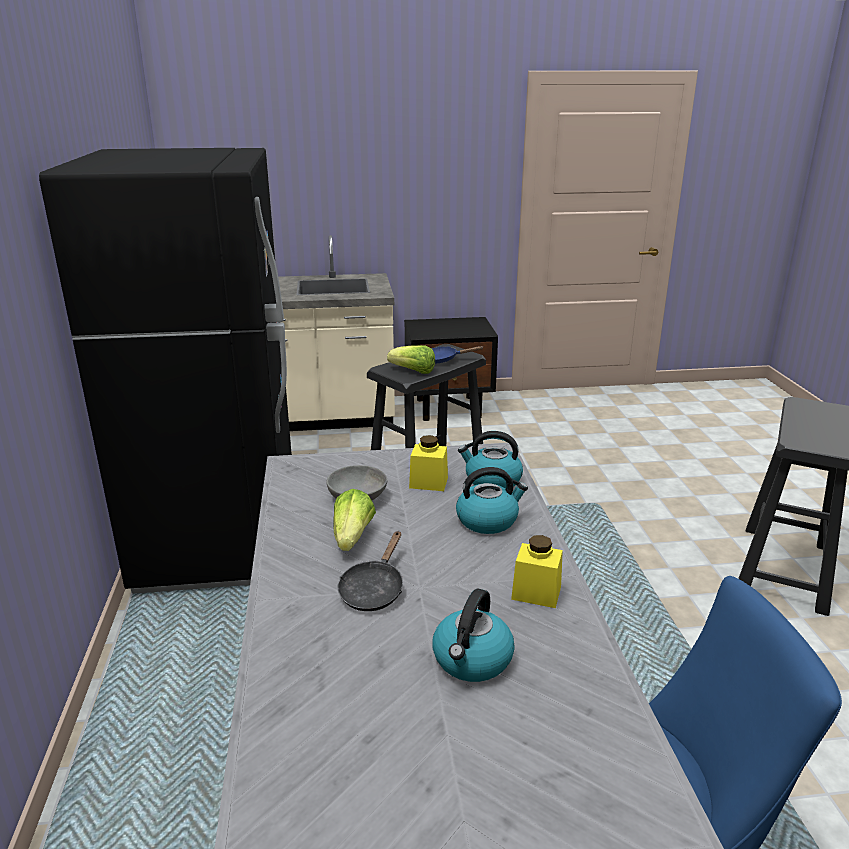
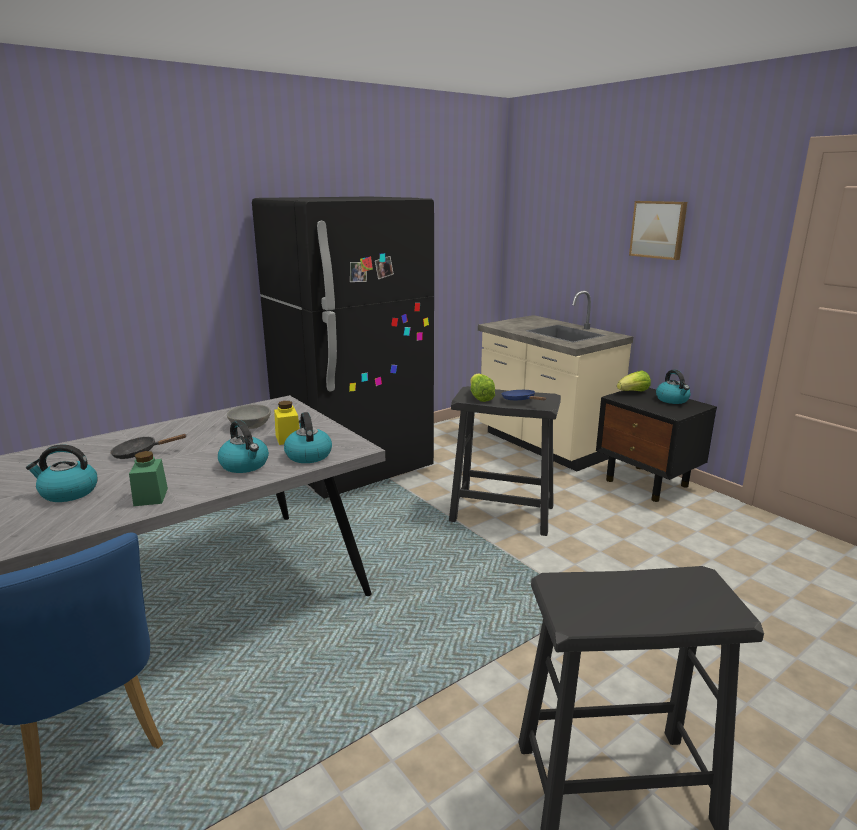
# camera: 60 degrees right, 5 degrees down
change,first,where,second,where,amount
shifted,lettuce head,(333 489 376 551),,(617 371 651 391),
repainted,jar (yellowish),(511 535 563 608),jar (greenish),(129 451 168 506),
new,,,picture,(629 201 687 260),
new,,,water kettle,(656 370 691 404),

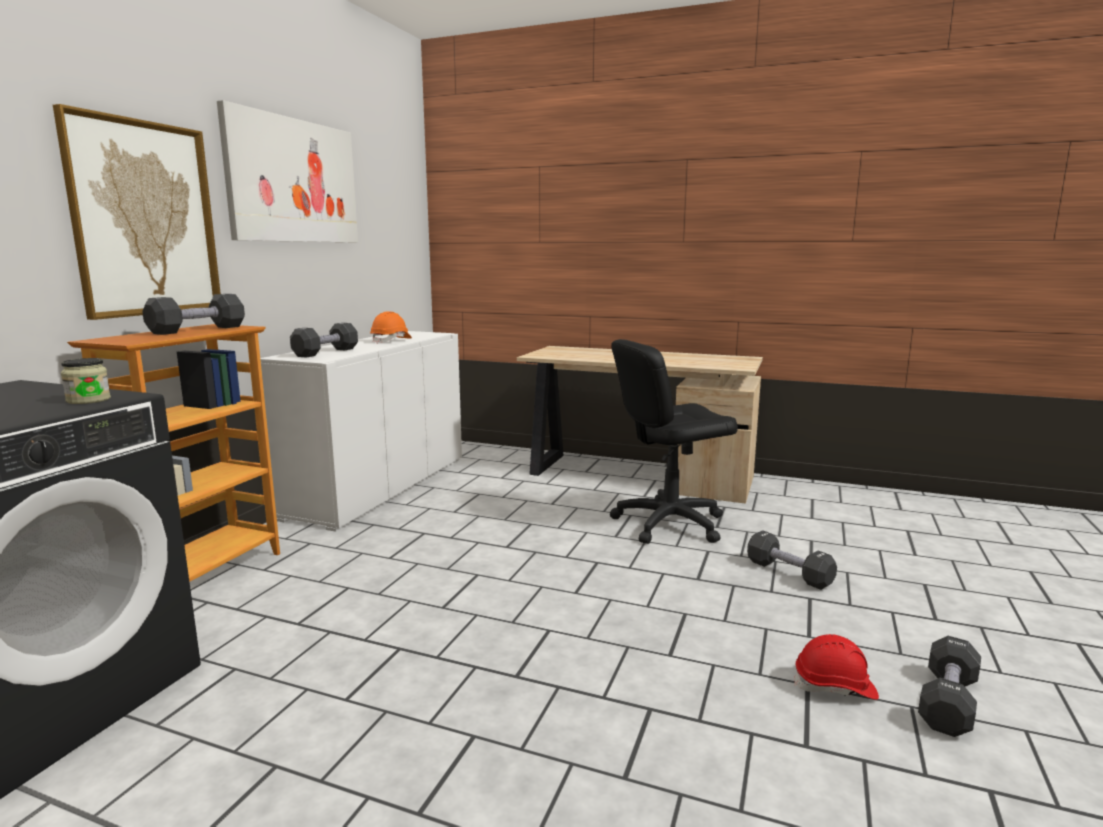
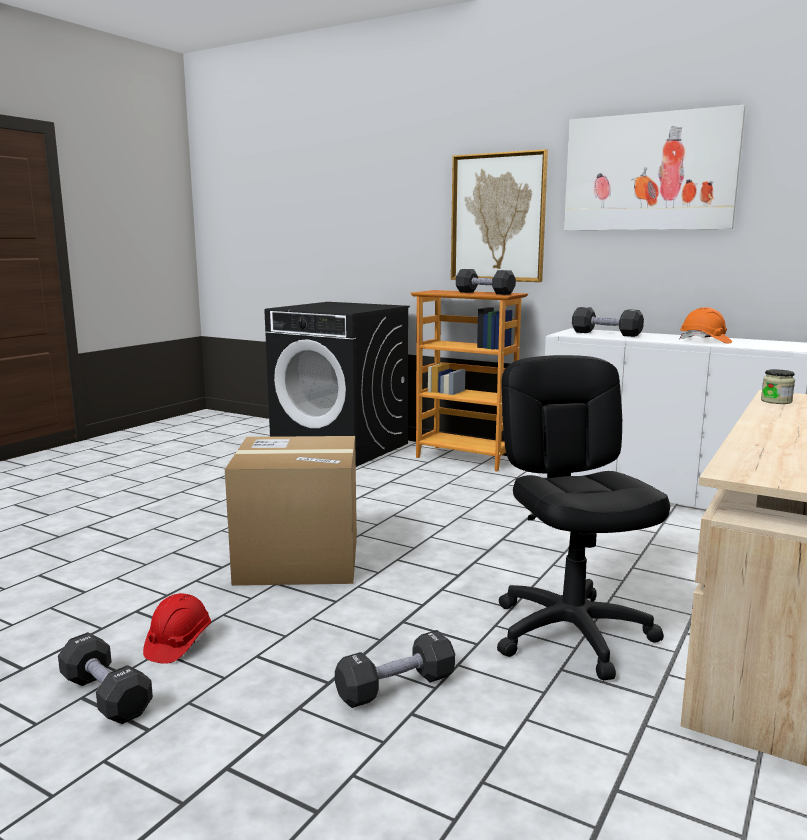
# camera: 100 degrees right, 0 degrees up
change,first,where,second,where,amount
shifted,jar,(61 358 111 404),,(761 369 795 404),
new,,,packing box,(225 436 357 586),

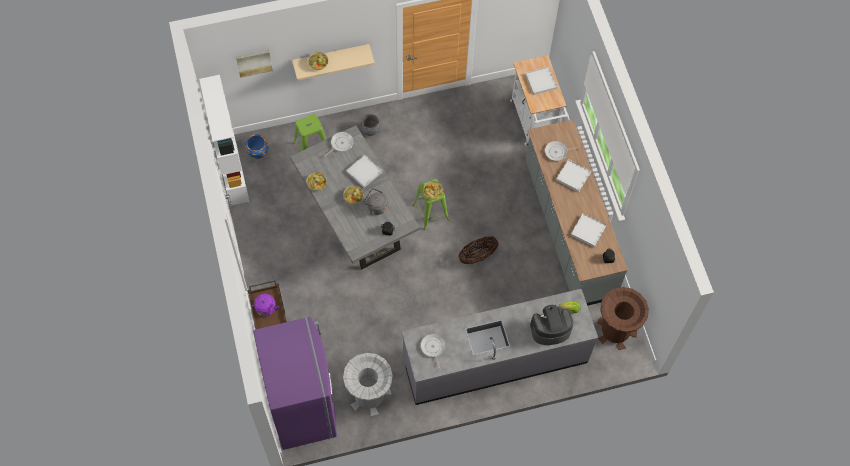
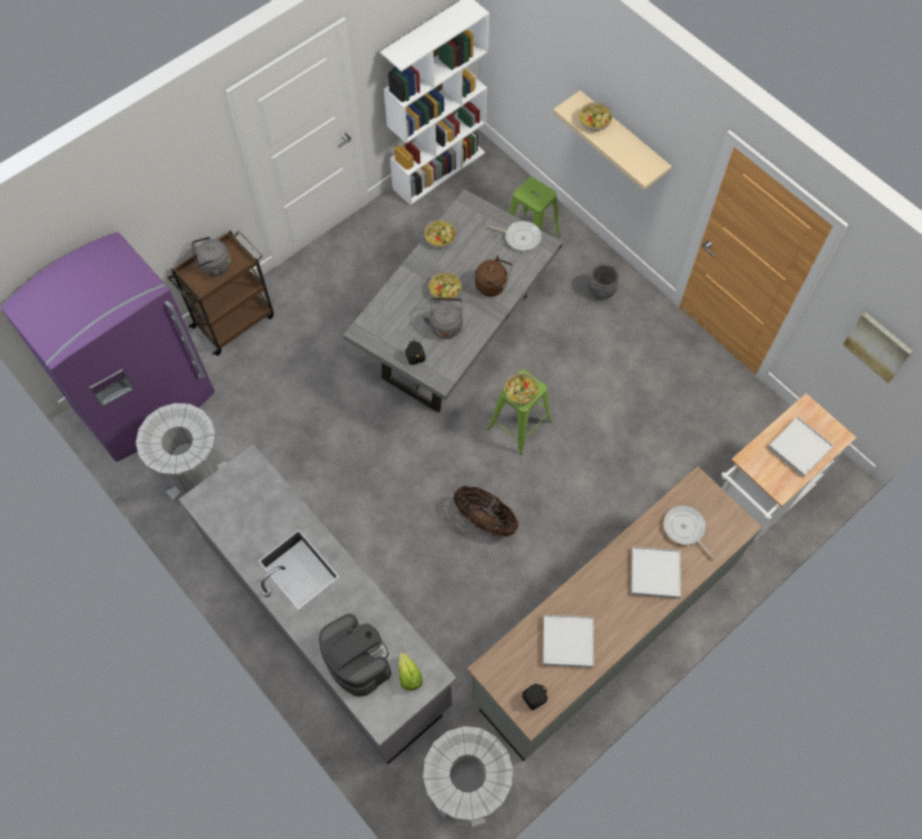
# camera: 65 degrees right, 0 degrees up
change,first,where,second,where,amount
shifted,picture,(236 50 273 78),,(843 312 913 383),
gone,flower pot (bluish),(245 134 268 159),,,
repainted,water kettle (purple),(252 294 279 317),water kettle (gray),(192 237 231 276),
swapped,tray (white-coloured),(346 155 383 188),water kettle (brown),(475 256 513 296),
gone,frying pan,(421 334 445 370),,,
repainted,waste bin (brown),(597 287 649 350),waste bin (gray),(423 726 513 827),

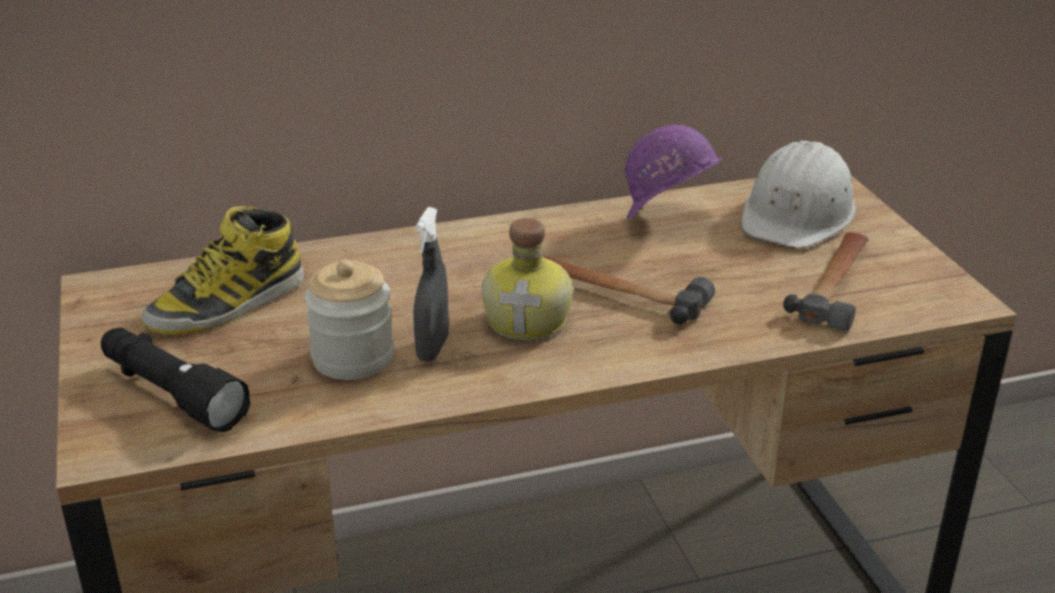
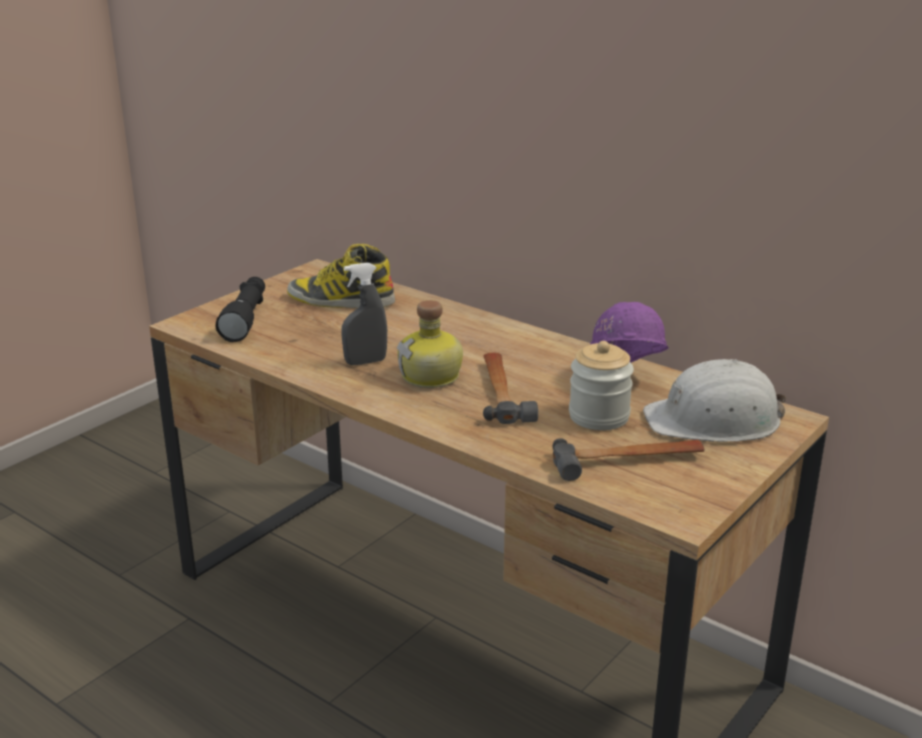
# camera: 55 degrees right, 5 degrees down
change,first,where,second,where,amount
shifted,jar,(304 260 394 380),,(569 341 634 430),

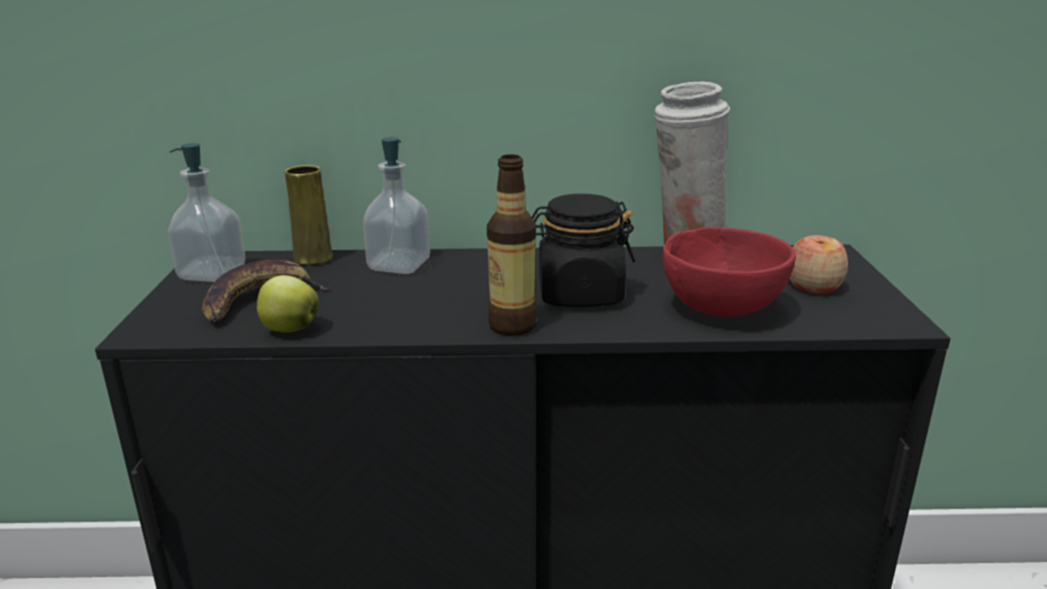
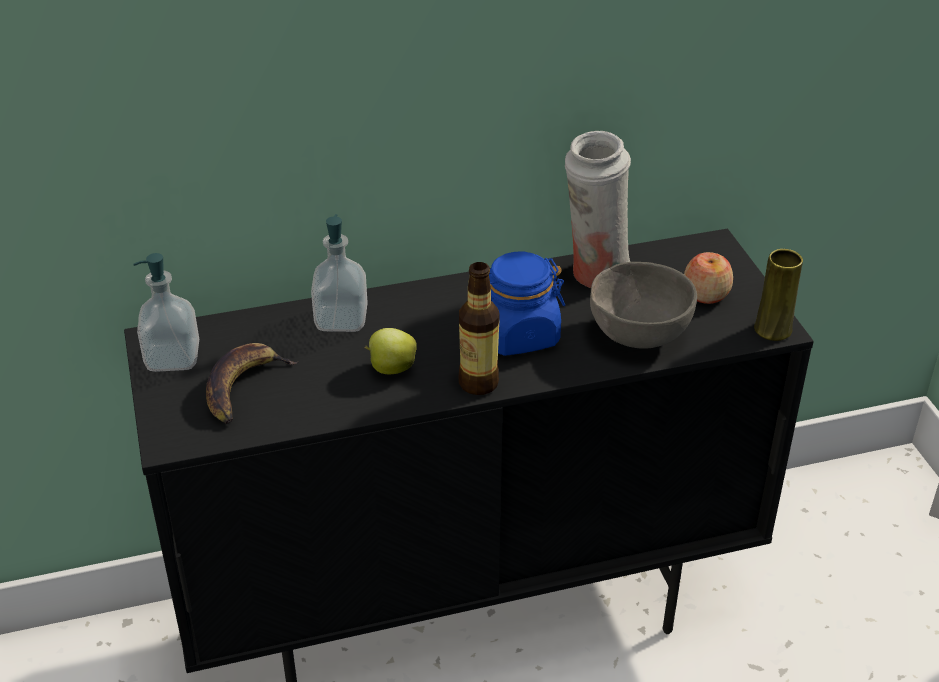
# camera: 15 degrees left, 15 degrees up
change,first,where,second,where,amount
shifted,apple fruit,(257 275 319 332),,(365 328 417 375),
shifted,flower vase (yellowish),(285 165 333 266),,(754 249 803 341),
repainted,jar (black),(532 194 635 307),jar (bluish),(489 252 565 356),
repainted,bowl (red),(662 227 796 317),bowl (gray),(590 262 697 349),

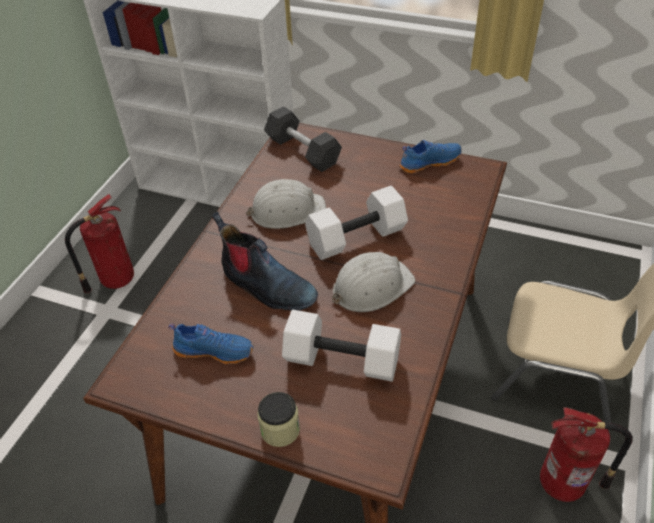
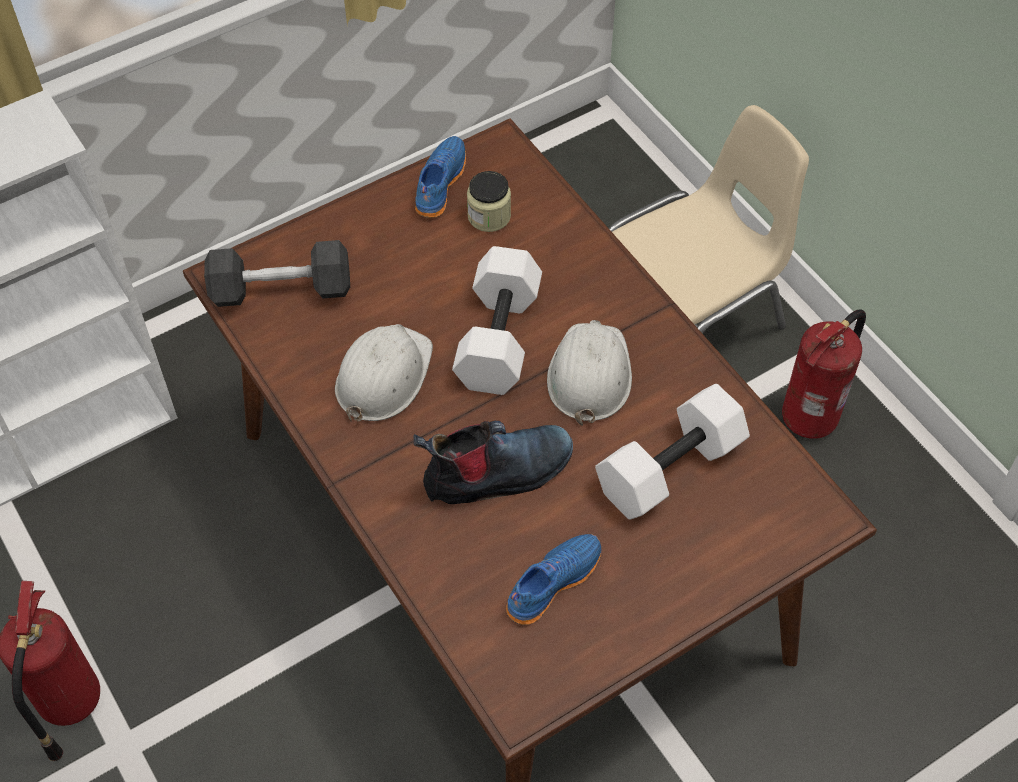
# camera: 55 degrees left, 10 degrees up
change,first,where,second,where,amount
shifted,jar,(257 392 300 447),,(467 171 511 232),

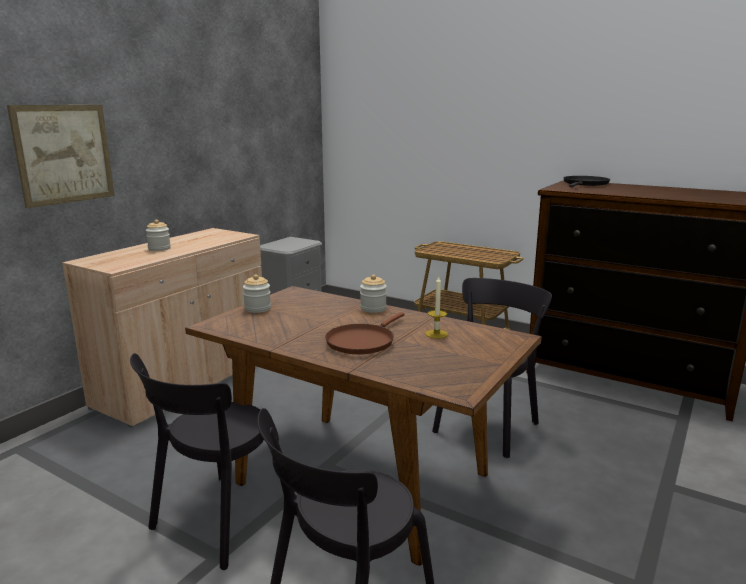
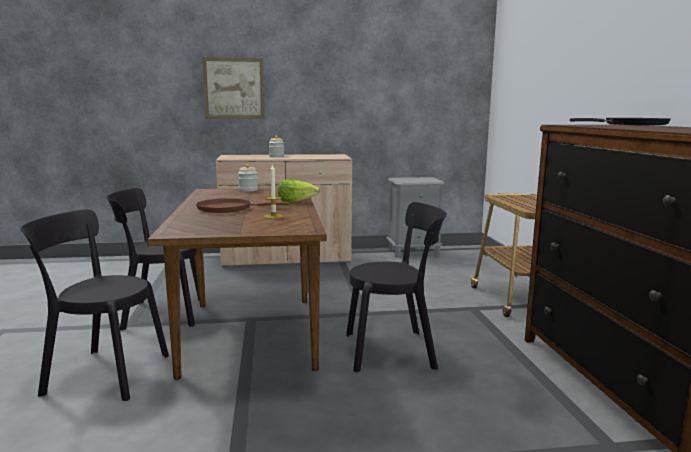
# camera: 50 degrees right, 5 degrees down
change,first,where,second,where,amount
swapped,jar,(360 274 387 313),lettuce head,(278 179 320 203),

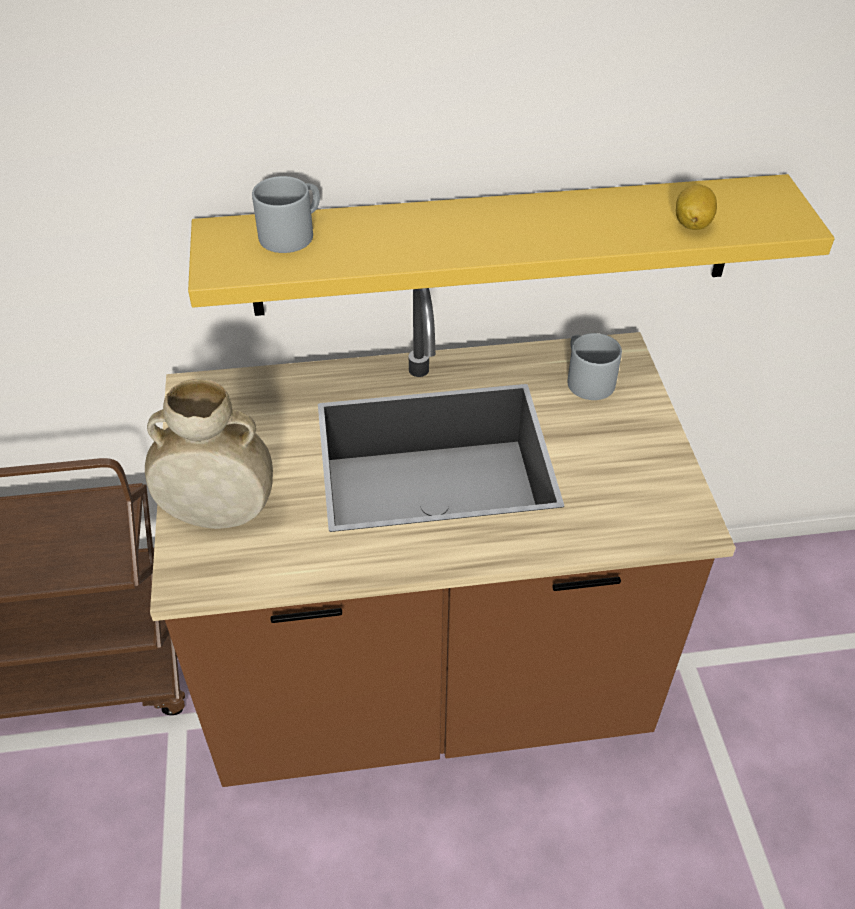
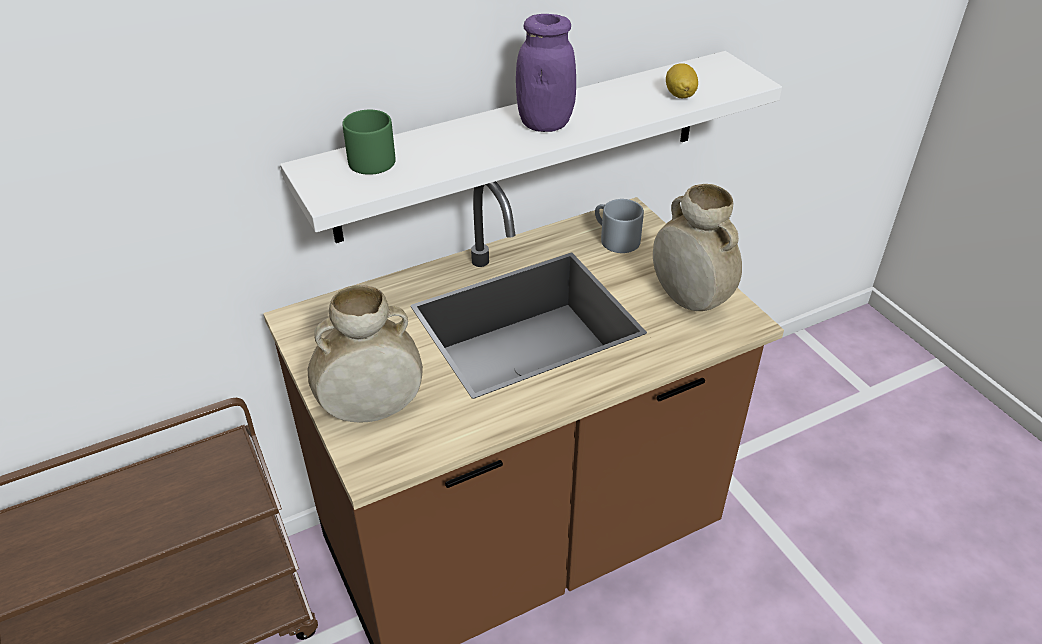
# camera: 20 degrees left, 5 degrees down
change,first,where,second,where,amount
repainted,bracket shelf (yellowish),(188 174 835 316),bracket shelf (white-coloured),(280 51 782 243),
repainted,coffee mug (gray),(252 176 320 253),coffee mug (greenish),(342 110 395 175),
new,,,jar (purple),(516 14 576 132),
new,,,flower vase (beige-coloured),(653 184 742 311),

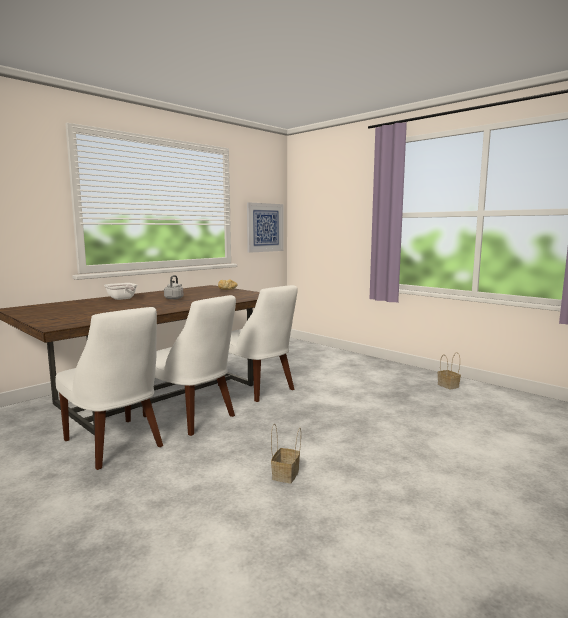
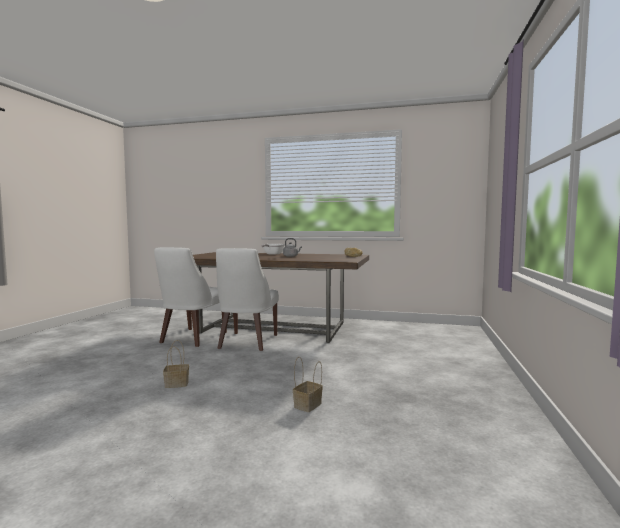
# camera: 60 degrees right, 5 degrees down
change,first,where,second,where,amount
gone,plain chair (white-coloured),(218 285 298 402),,,
gone,picture,(247 202 283 253),,,
shifted,household basket,(438 352 461 389),,(293 357 323 412),

